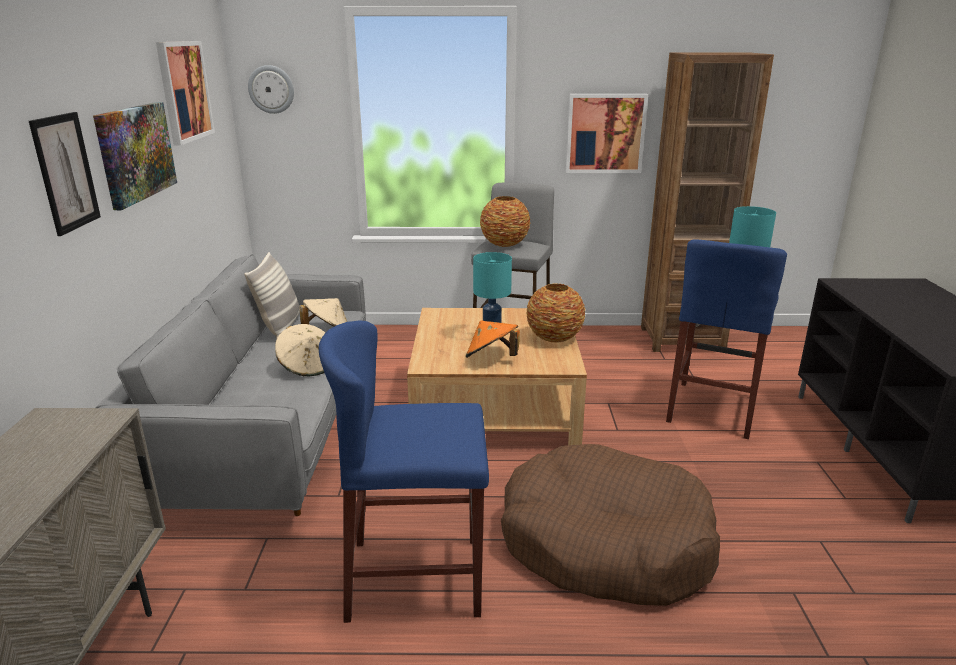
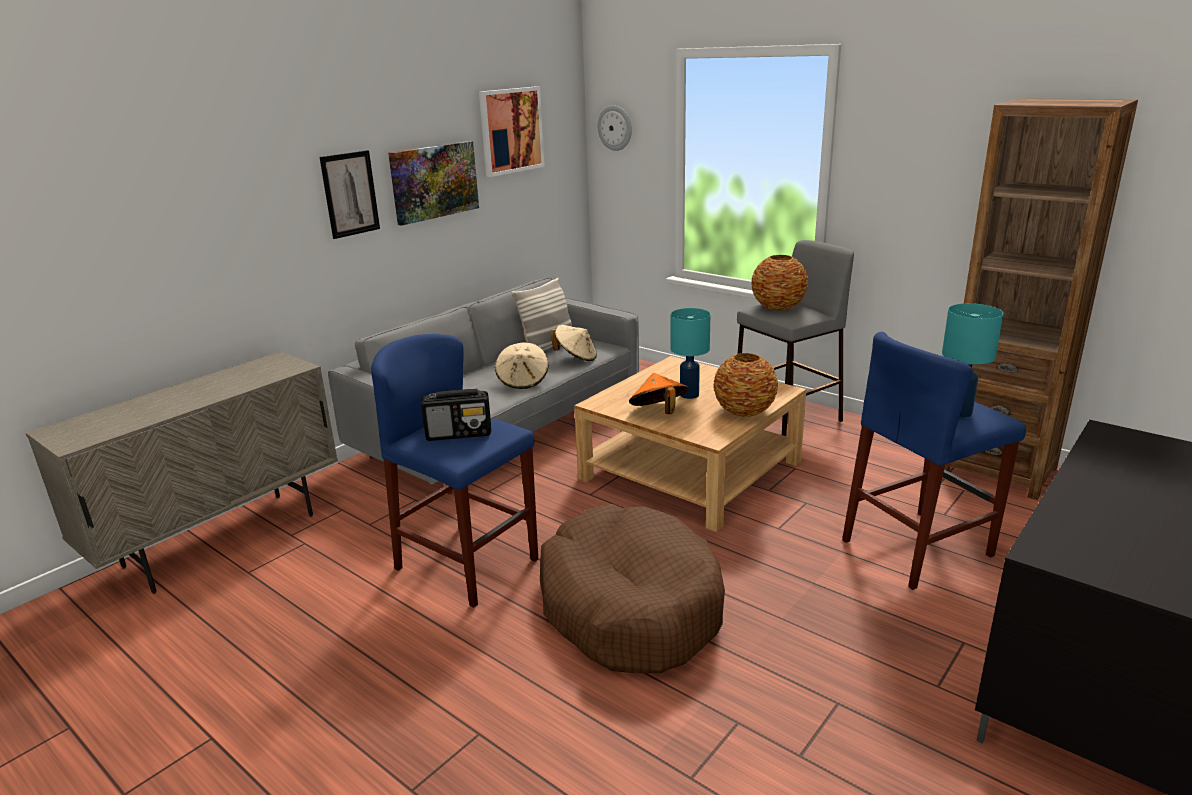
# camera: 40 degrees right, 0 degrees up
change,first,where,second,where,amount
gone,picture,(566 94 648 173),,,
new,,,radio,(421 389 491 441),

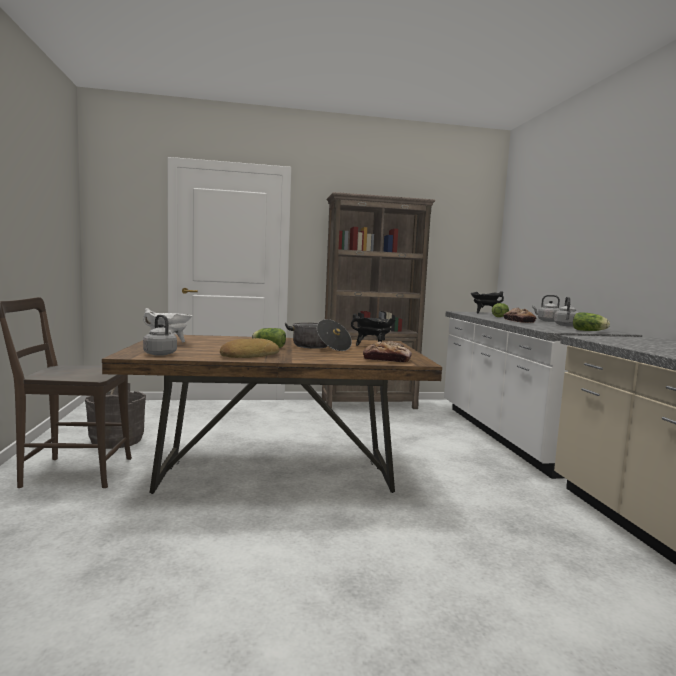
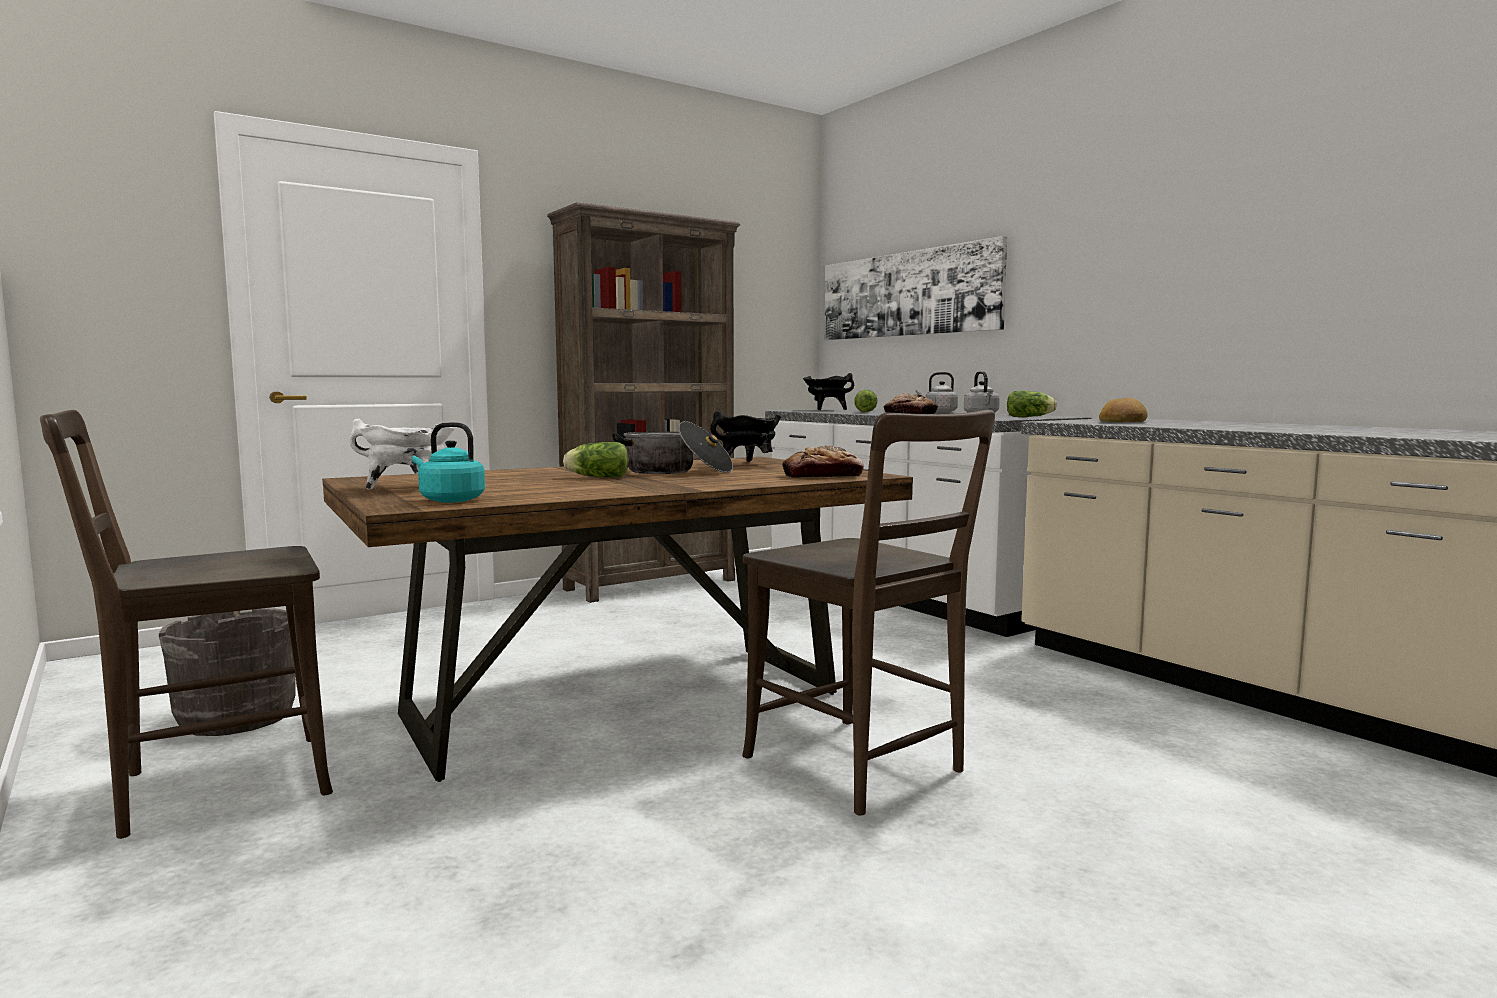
# camera: 25 degrees left, 0 degrees up
change,first,where,second,where,amount
repainted,water kettle (gray),(143 315 177 356),water kettle (turquoise),(412 422 485 503),
shifted,baked bread,(220 338 279 358),,(1099 398 1148 422),
new,,,plain chair (brown),(742 410 995 815),
new,,,picture,(825 236 1007 340),

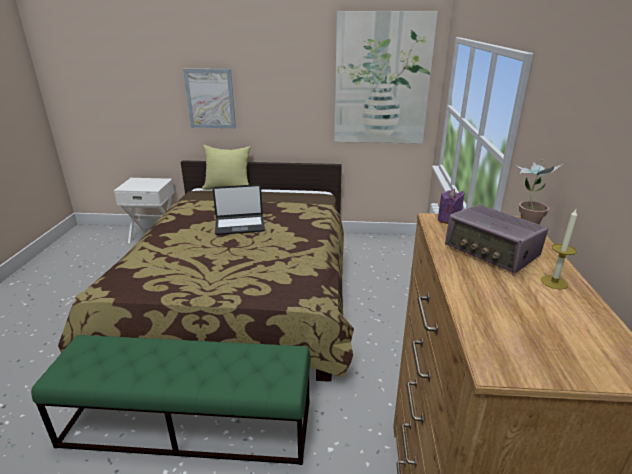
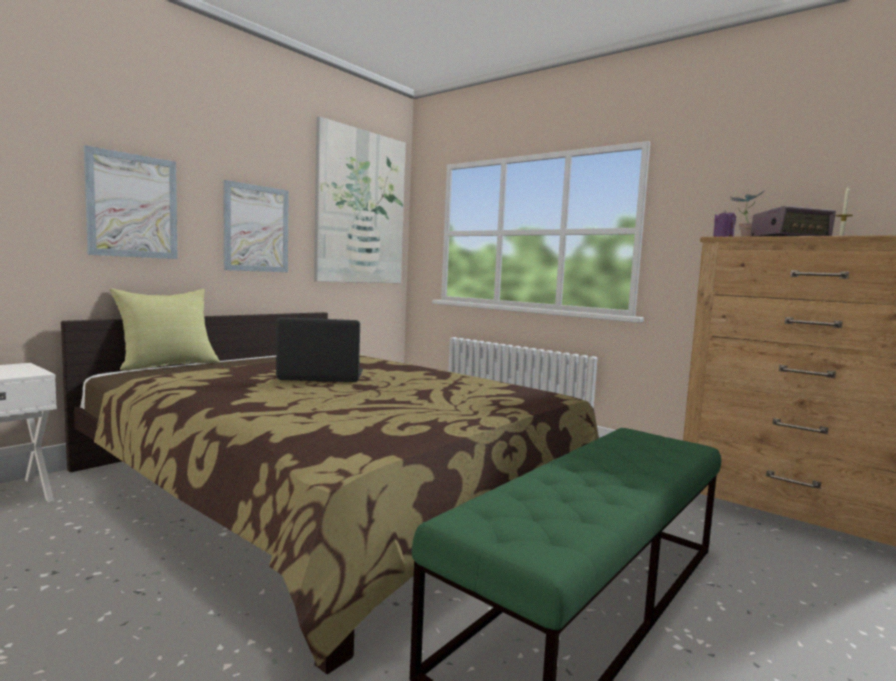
# camera: 55 degrees left, 20 degrees down
change,first,where,second,where,amount
rotated,laptop,(213 184 265 235),,(276 317 363 382),120 degrees counterclockwise
new,,,picture,(223 180 289 272),

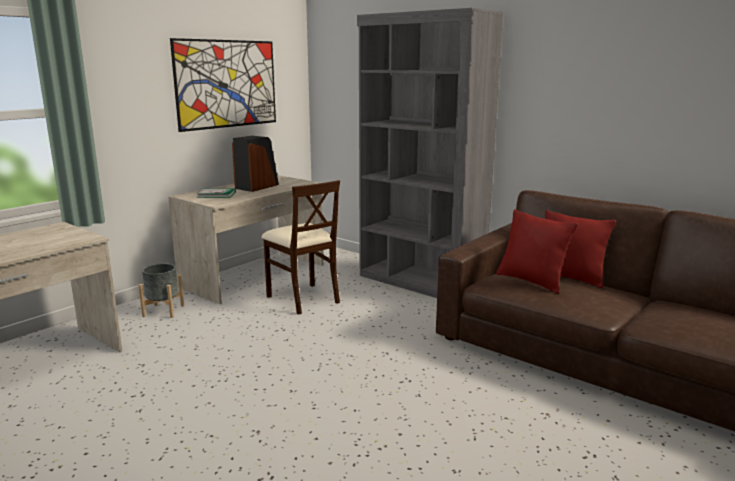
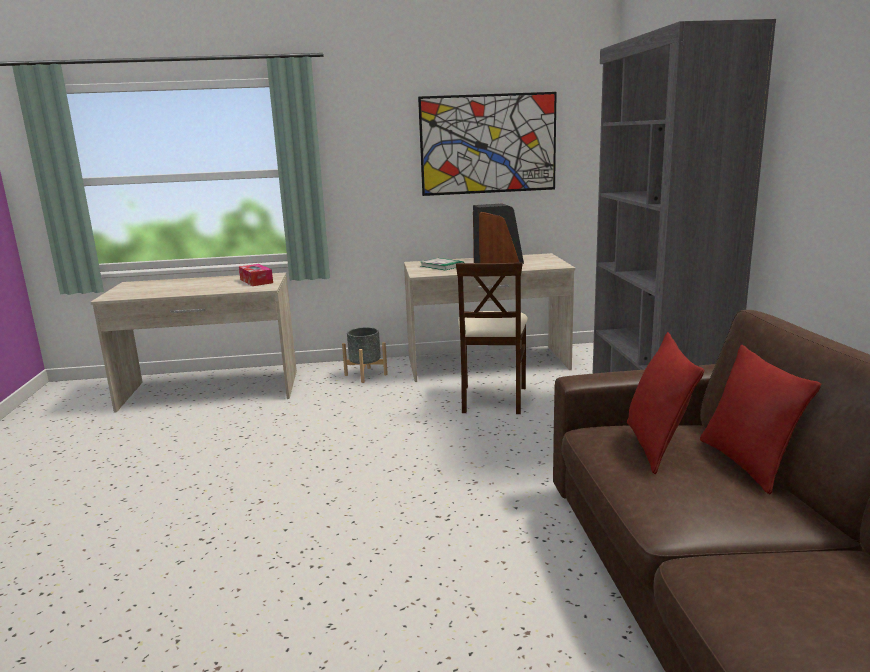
# camera: 45 degrees right, 0 degrees up
change,first,where,second,where,amount
new,,,box of tissues,(239 264 273 286),

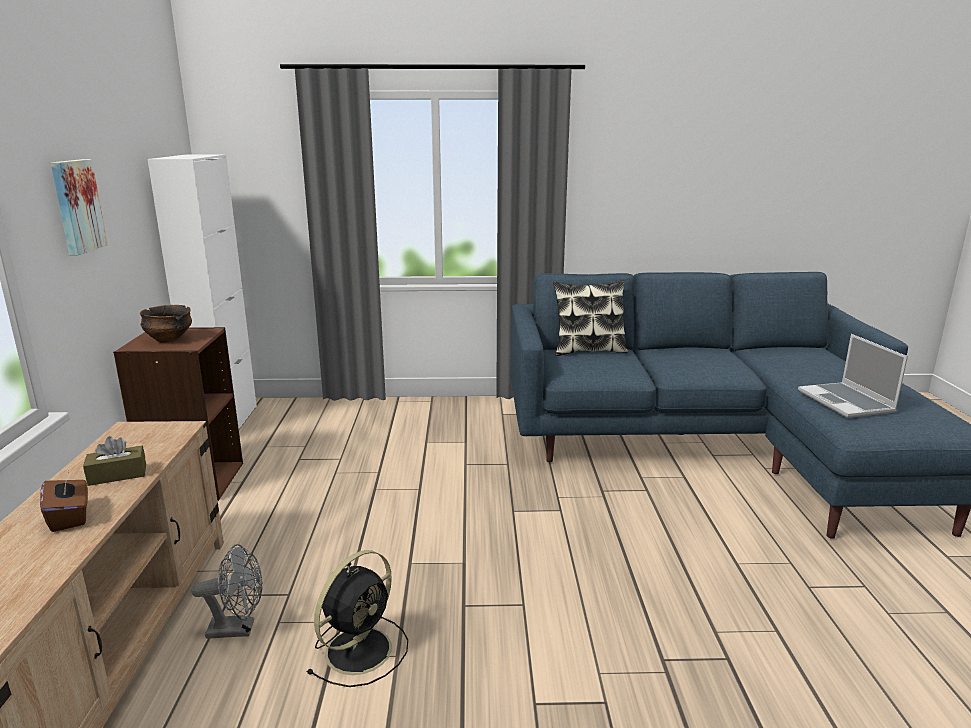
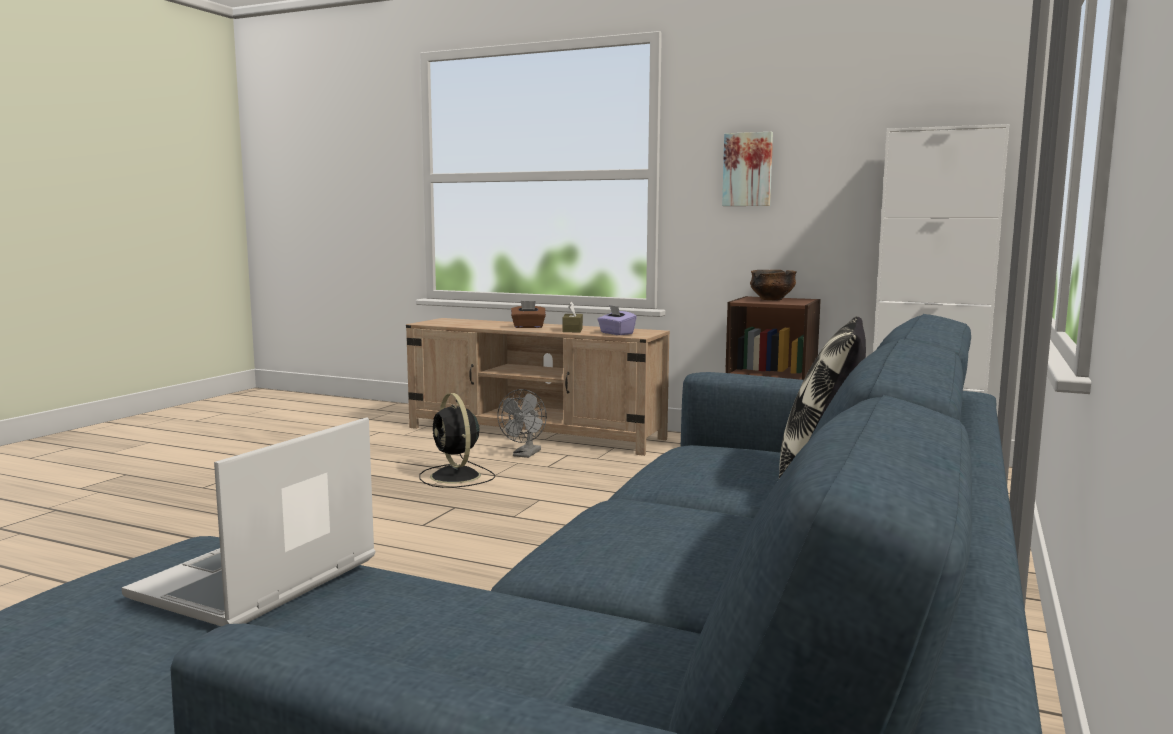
# camera: 115 degrees right, 10 degrees down
change,first,where,second,where,amount
rotated,laptop,(798 334 908 418),,(122 417 376 626),75 degrees counterclockwise
new,,,box of tissues (purple),(597 305 637 335),

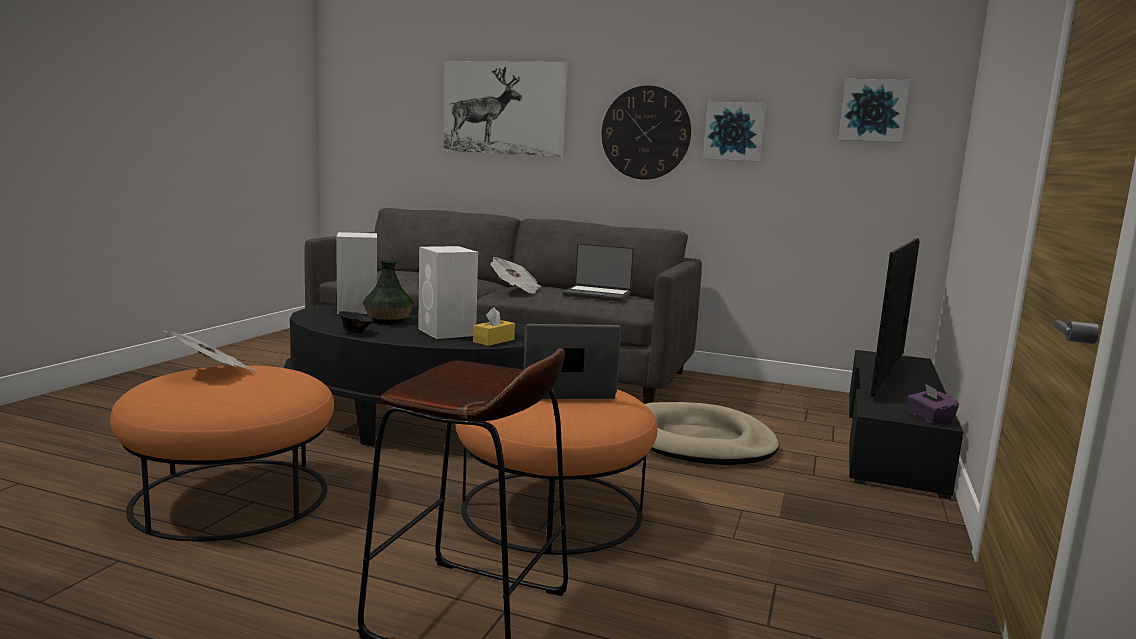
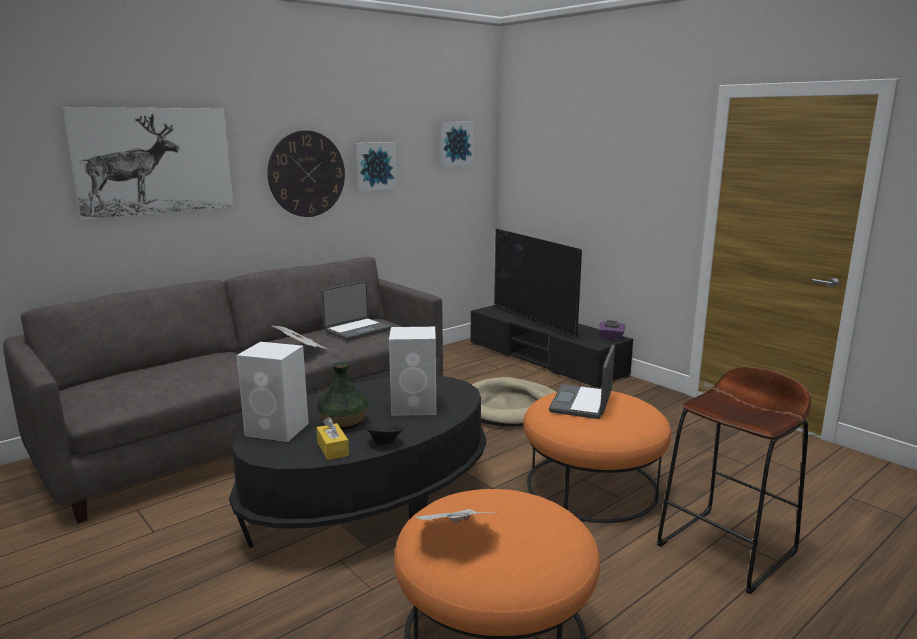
# camera: 60 degrees left, 5 degrees up
change,first,where,second,where,amount
shifted,box of tissues (yellowish),(473 307 515 346),,(316 417 349 460),

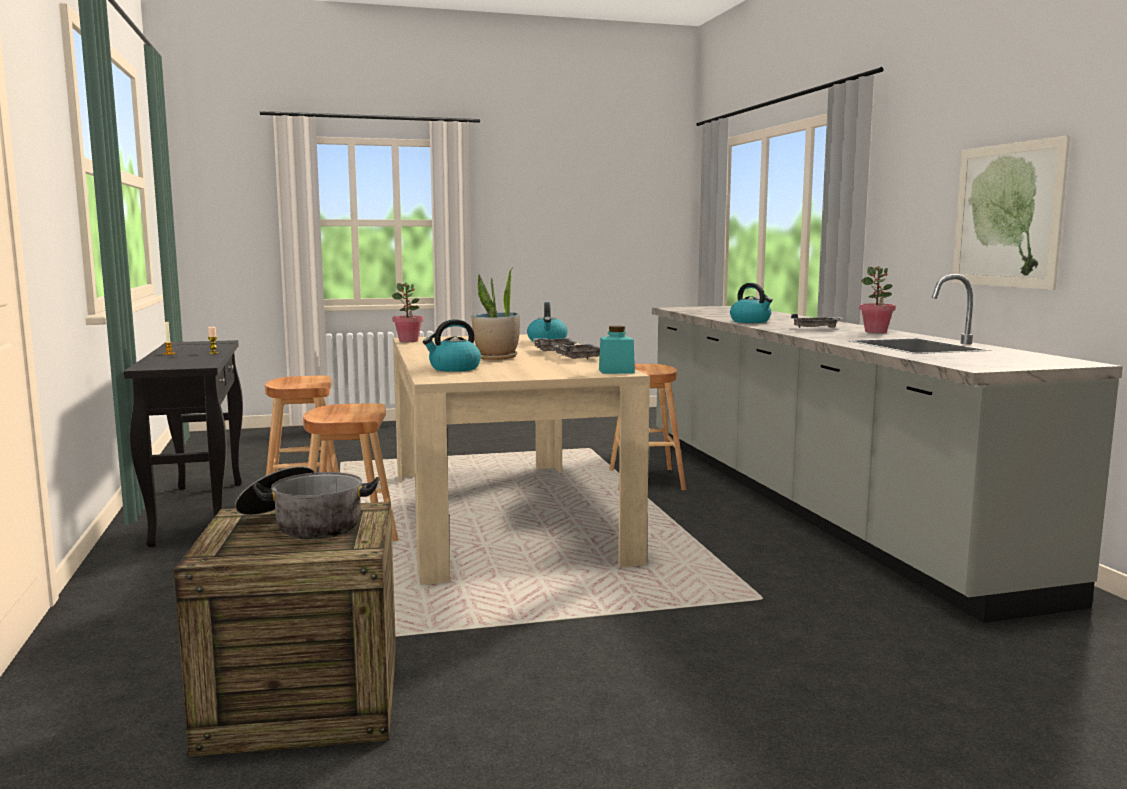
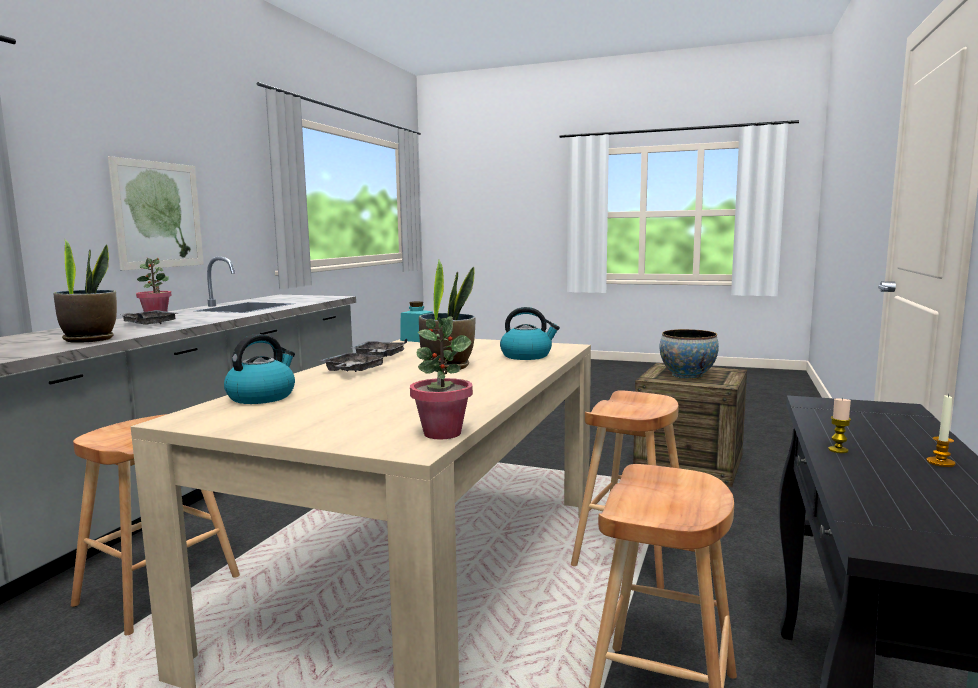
# camera: 145 degrees left, 0 degrees up
change,first,where,second,where,amount
swapped,saucepot,(235 466 380 539),bowl,(660 329 719 379),
swapped,water kettle,(730 283 773 323),houseplant,(54 239 117 343),

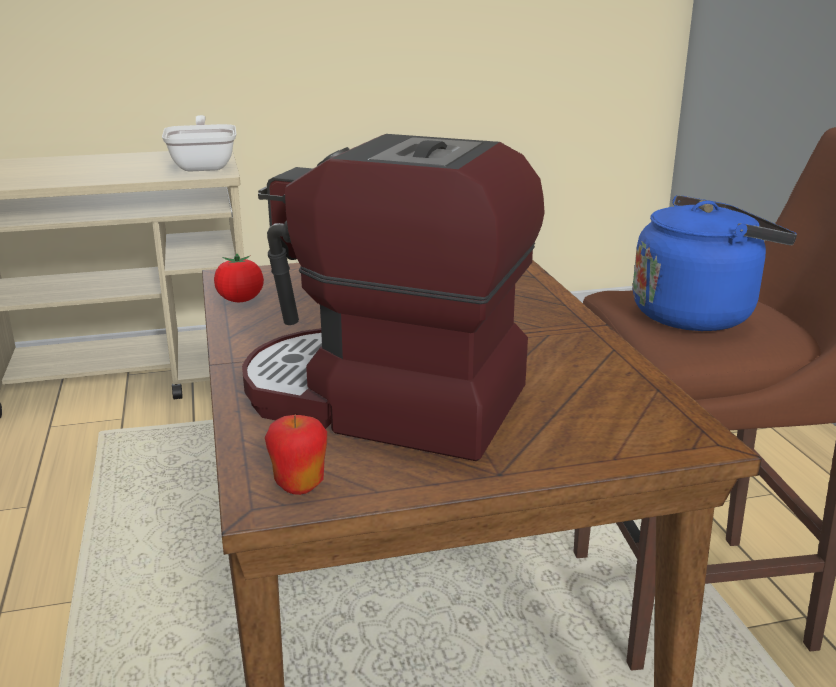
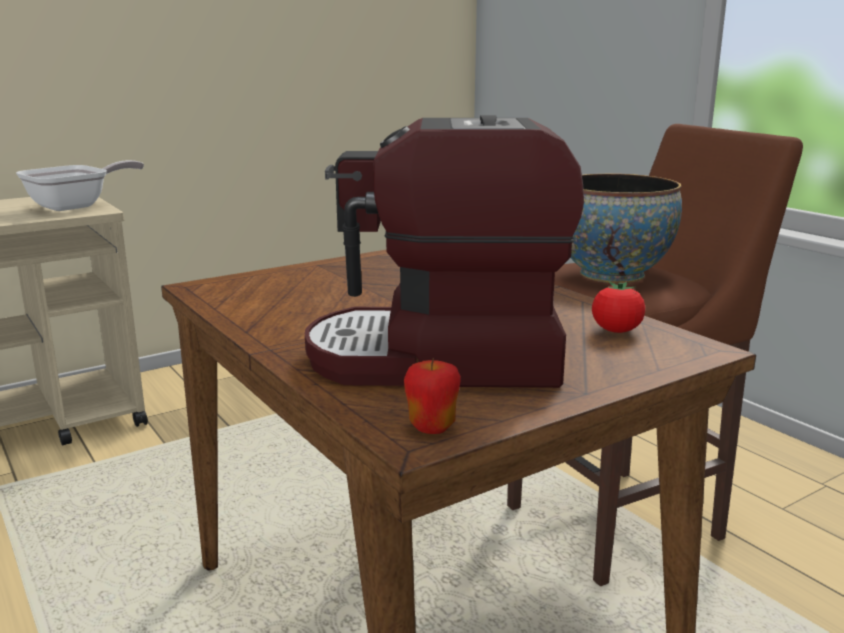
# camera: 20 degrees left, 5 degrees down
change,first,where,second,where,amount
rotated,frying pan,(162 115 236 172),,(16 160 144 211),75 degrees clockwise
shifted,whole tomato,(214 254 264 302),,(592 281 645 333),
swapped,water kettle (bluish),(633 195 797 331),bowl,(571 173 682 283),

